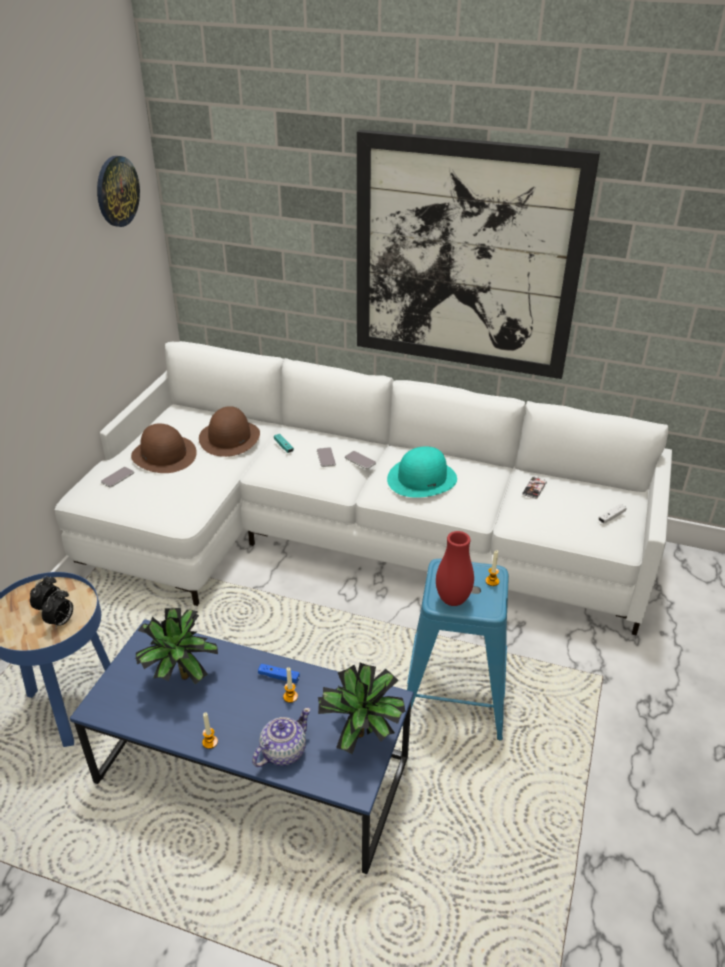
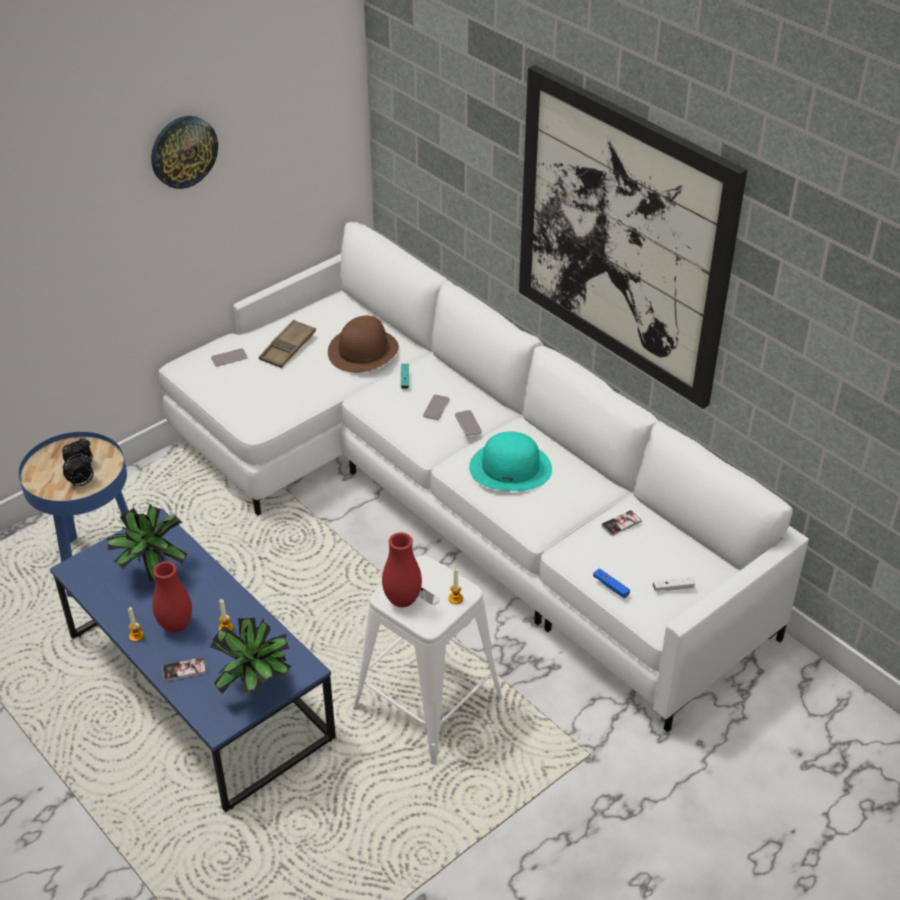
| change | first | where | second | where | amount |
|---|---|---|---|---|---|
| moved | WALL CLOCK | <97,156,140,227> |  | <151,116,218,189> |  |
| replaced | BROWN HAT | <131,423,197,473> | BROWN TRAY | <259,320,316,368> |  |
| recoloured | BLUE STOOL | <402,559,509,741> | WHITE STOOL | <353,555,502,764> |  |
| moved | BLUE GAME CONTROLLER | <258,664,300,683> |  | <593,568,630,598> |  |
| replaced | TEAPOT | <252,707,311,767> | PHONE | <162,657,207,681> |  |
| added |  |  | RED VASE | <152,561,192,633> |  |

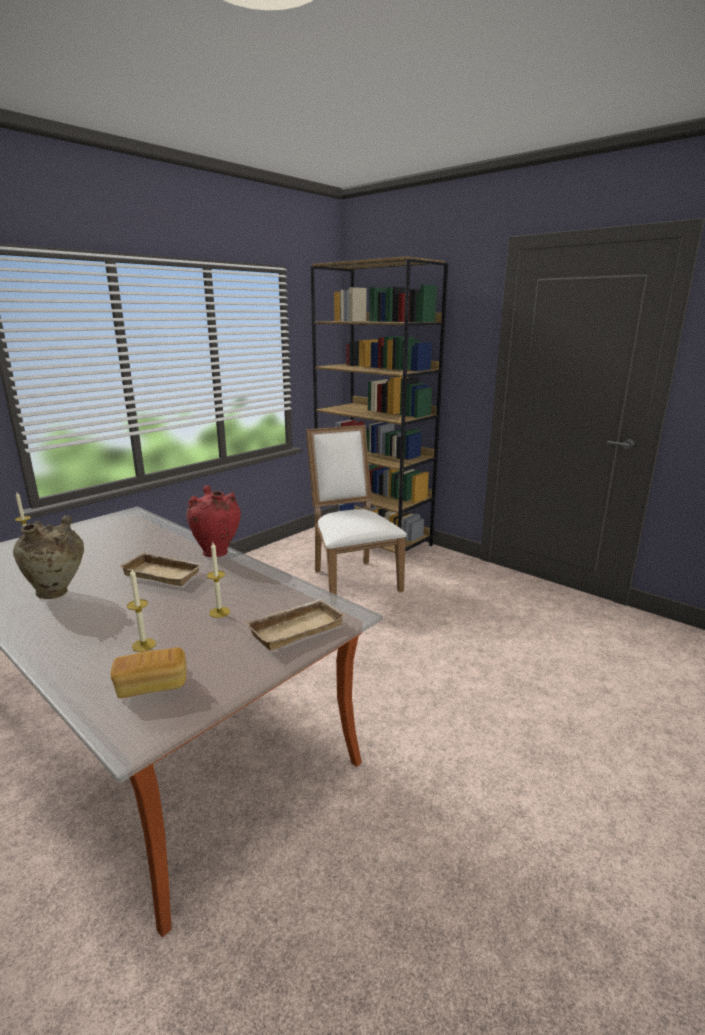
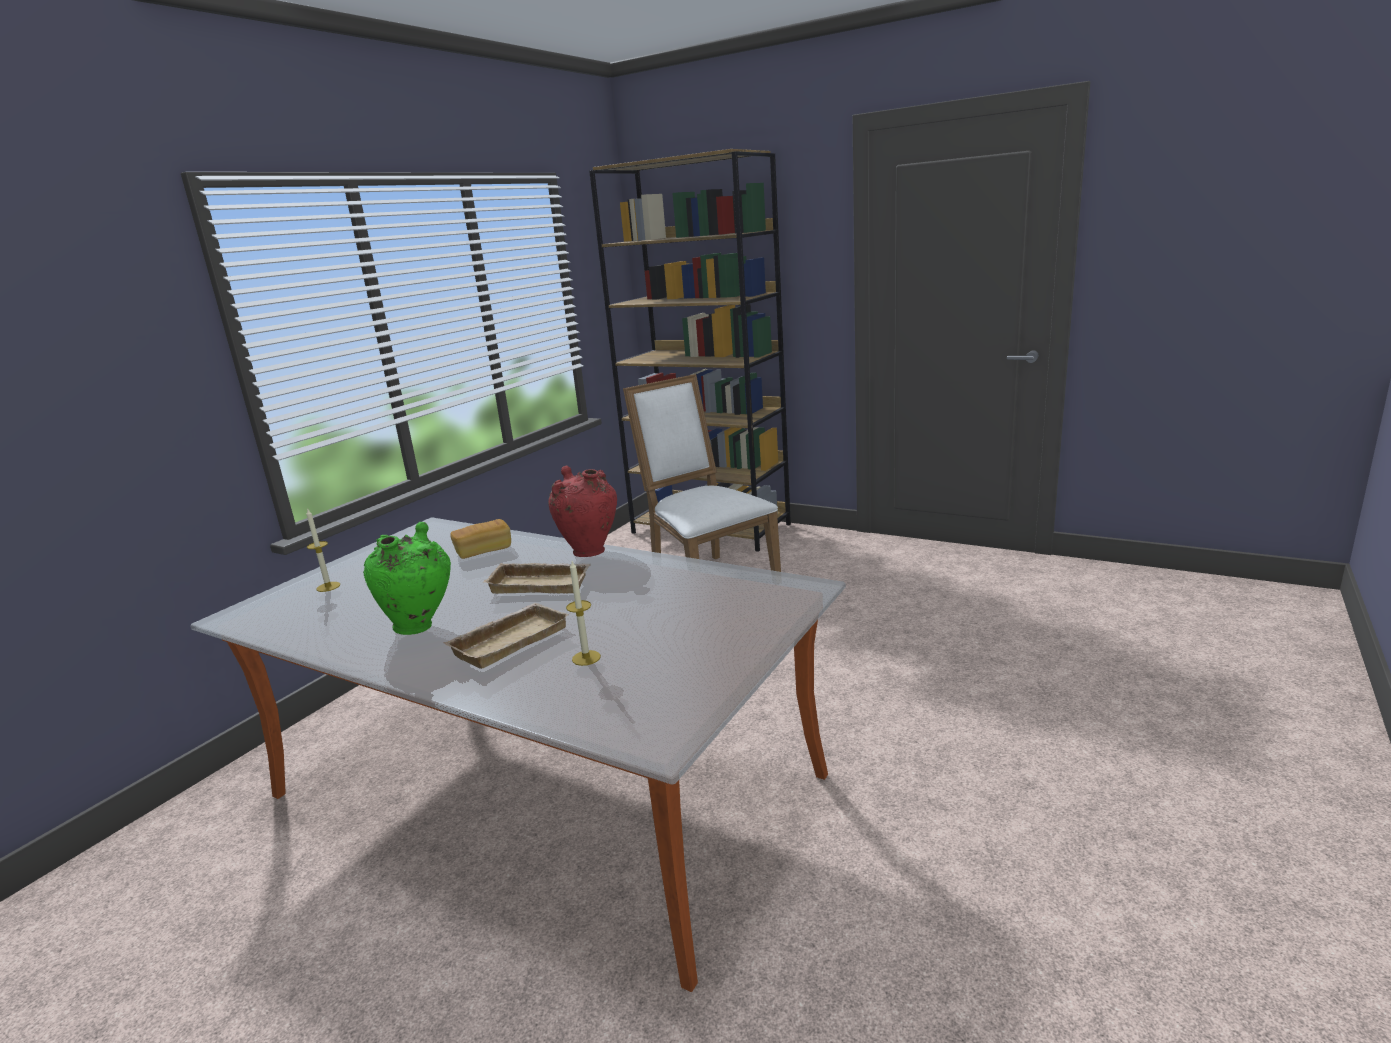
| change | first | where | second | where | amount |
|---|---|---|---|---|---|
| recoloured | BEIGE VASE | <13,515,84,599> | GREEN VASE | <363,522,451,635> |  |
| removed | CANDLE | <207,542,230,618> |  |  |  |
| moved | BEIGE TRAY | <244,599,346,651> |  | <444,603,568,669> |  |
| moved | BREAD | <111,647,186,698> |  | <450,519,511,559> |  |

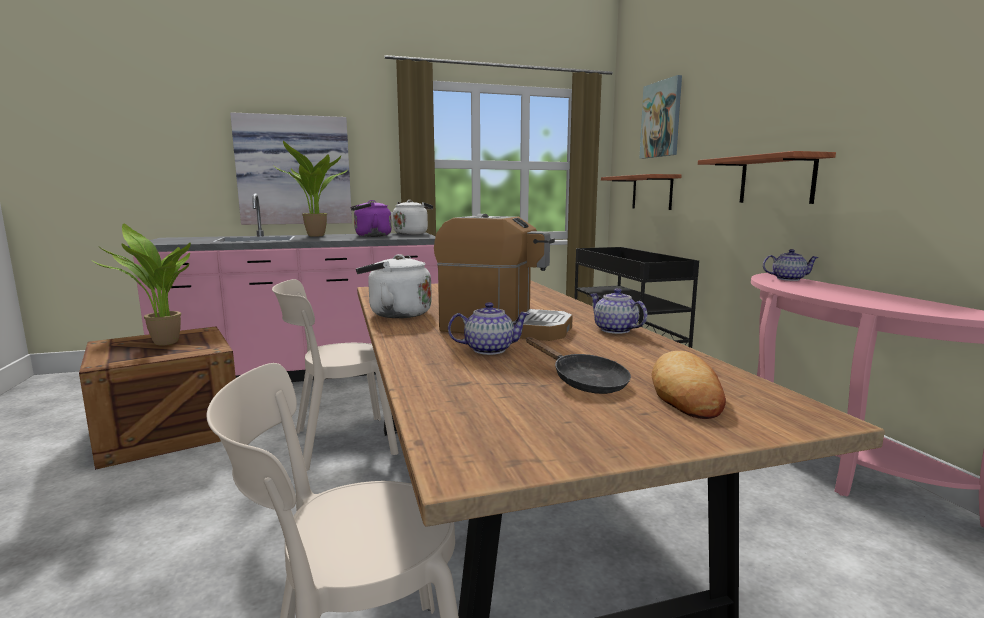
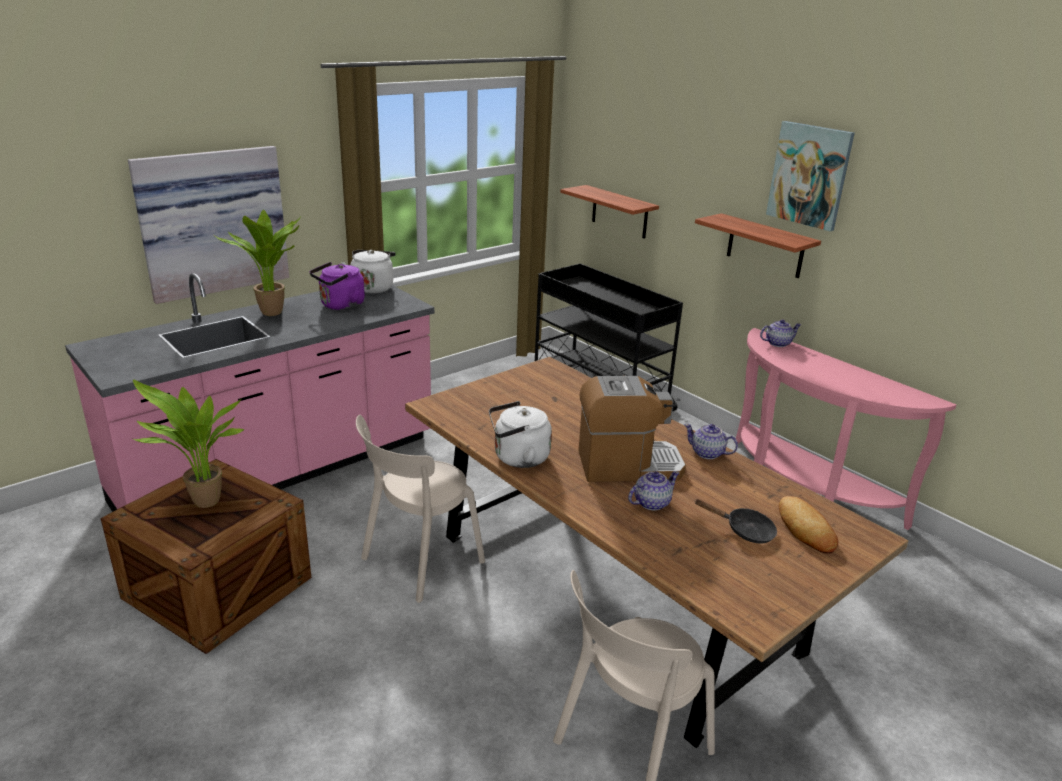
| change | first | where | second | where | amount |
|---|---|---|---|---|---|
| moved | PICTURE | <639,75,682,159> |  | <766,121,855,231> |  |

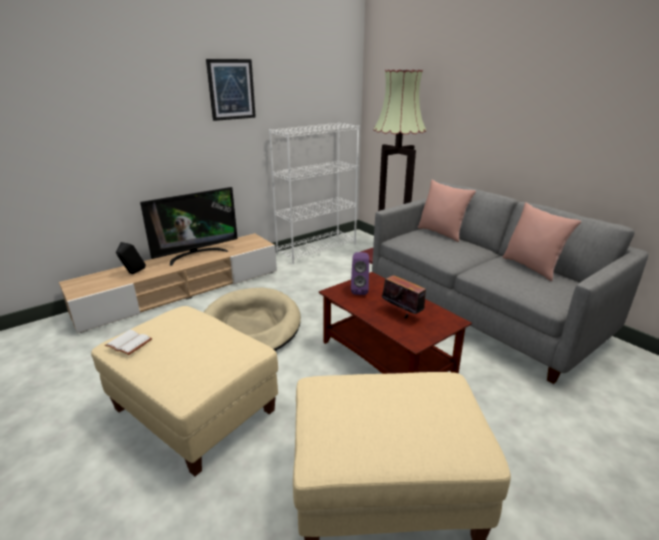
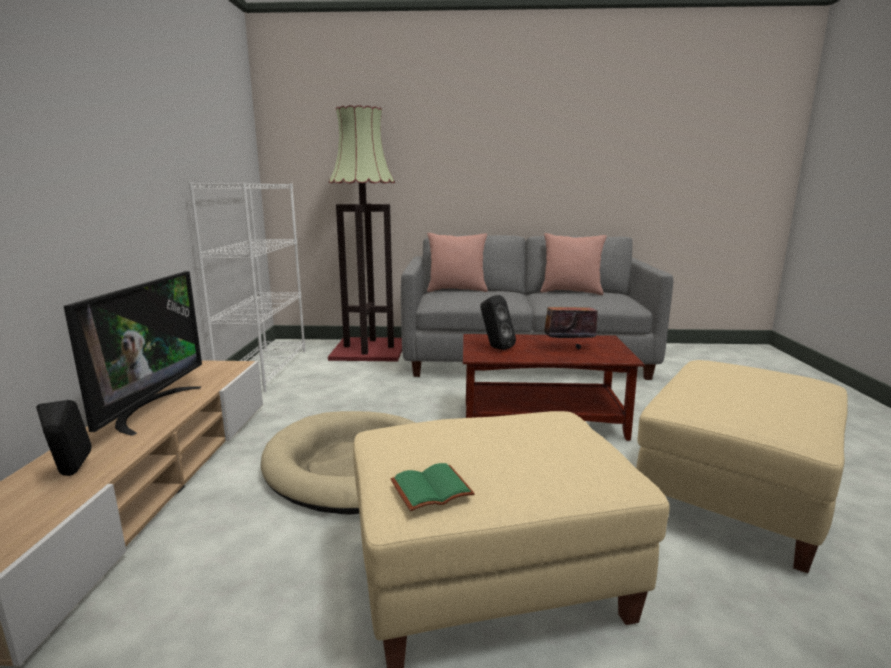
| change | first | where | second | where | amount |
|---|---|---|---|---|---|
| removed | PICTURE | <206,59,256,121> |  |  |  |
| recoloured | PURPLE SPEAKER | <351,252,369,295> | BLACK SPEAKER | <480,295,516,350> |  |
| recoloured | WHITE BOOK | <105,330,152,355> | GREEN BOOK | <391,463,475,511> |  |

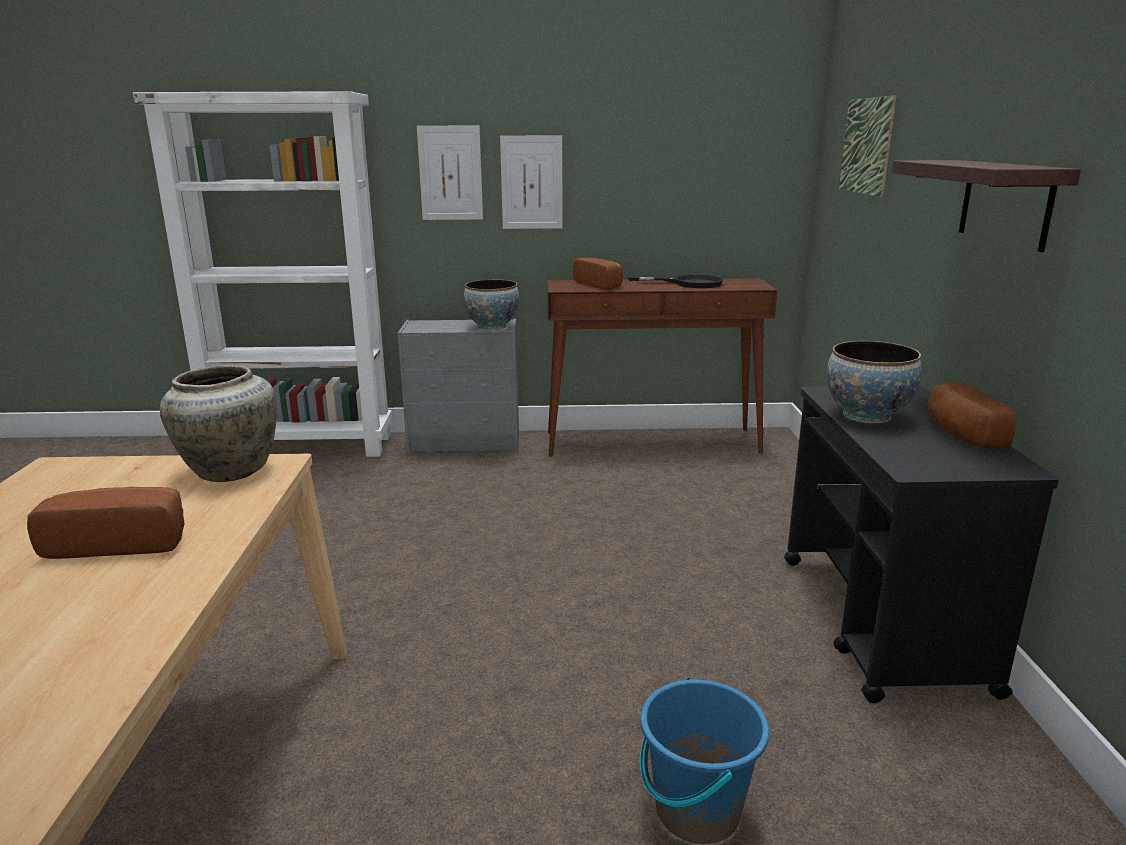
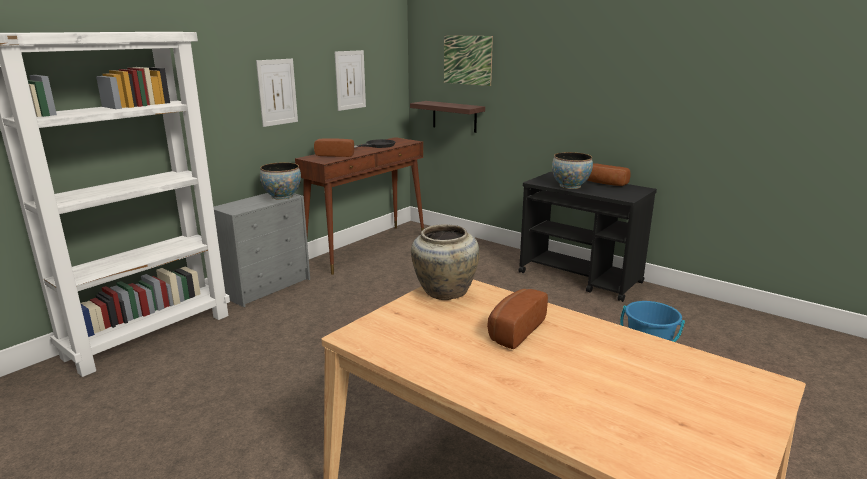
| change | first | where | second | where | amount |
|---|---|---|---|---|---|
| moved | PICTURE | <417,126,483,220> |  | <335,50,366,111> |  |
| moved | SHELF | <892,160,1081,252> |  | <410,101,485,133> |  |

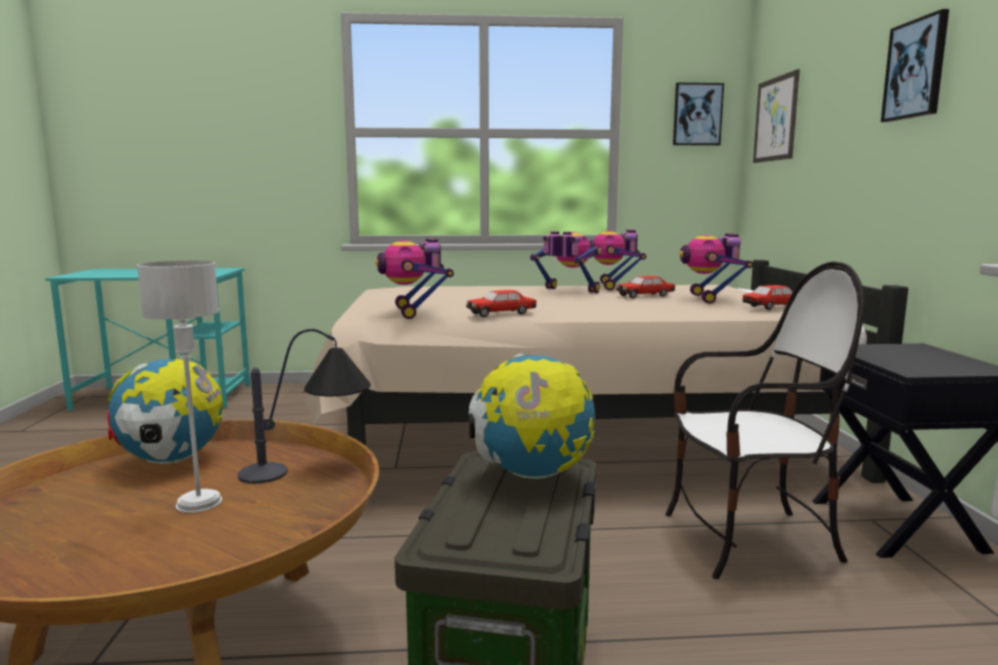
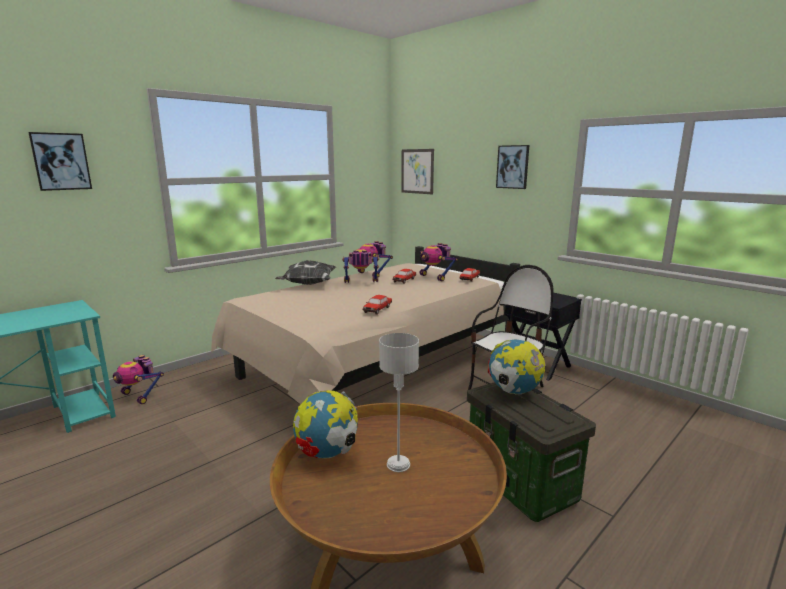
| change | first | where | second | where | amount |
|---|---|---|---|---|---|
| moved | PICTURE | <673,83,724,146> |  | <28,132,92,191> |  |
| moved | TOY ROBOT | <375,238,454,319> |  | <113,355,164,404> |  |
| removed | TABLE LAMP | <238,329,371,484> |  |  |  |
| added |  |  | PILLOW | <275,260,336,285> |  |

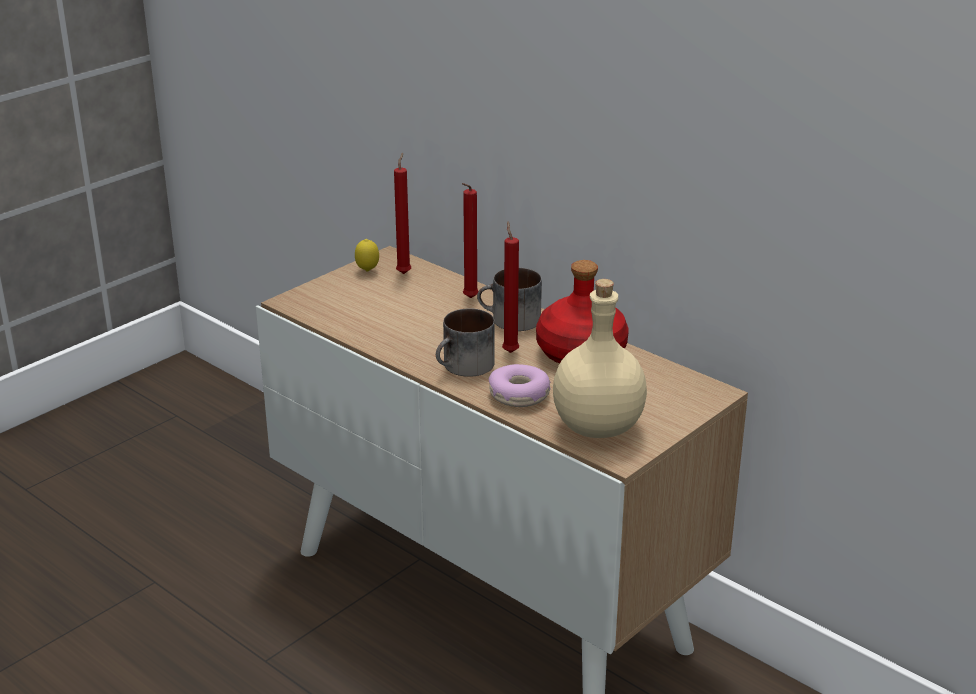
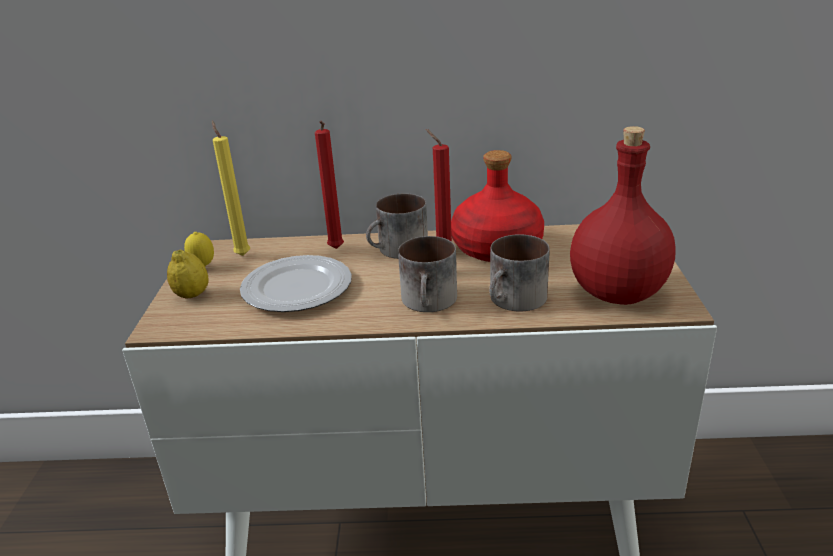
| change | first | where | second | where | amount |
|---|---|---|---|---|---|
| recoloured | RED CANDLE | <394,153,411,274> | YELLOW CANDLE | <212,121,250,256> |  |
| recoloured | BEIGE BOTTLE | <553,279,647,438> | RED BOTTLE | <570,126,676,305> |  |
| replaced | DONUT | <489,364,551,407> | MUG | <489,234,550,311> |  |
| added |  |  | LEMON | <167,250,209,298> |  |
| added |  |  | PLATE | <240,255,352,312> |  |

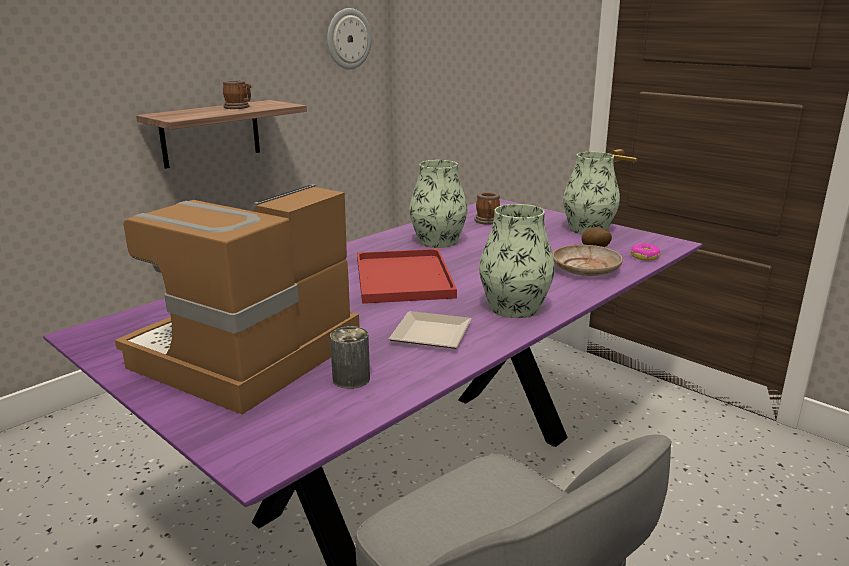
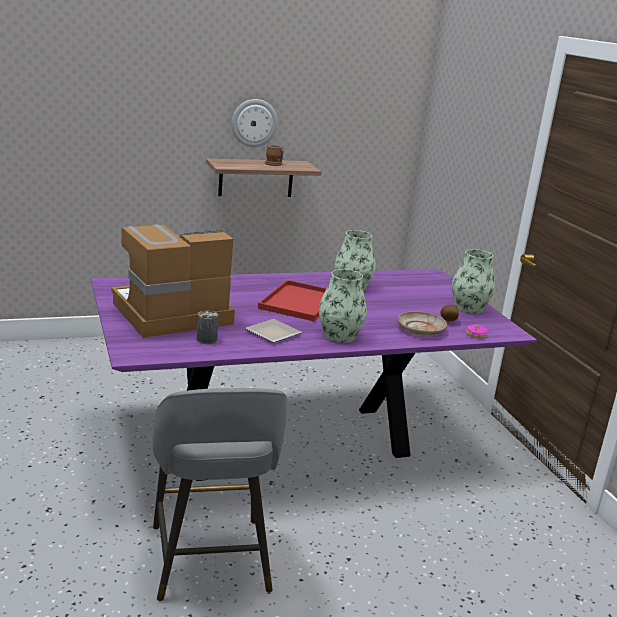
| change | first | where | second | where | amount |
|---|---|---|---|---|---|
| moved | WALL CLOCK | <327,8,372,69> |  | <231,99,278,147> |  |
| removed | MUG | <474,192,500,225> |  |  |  |

